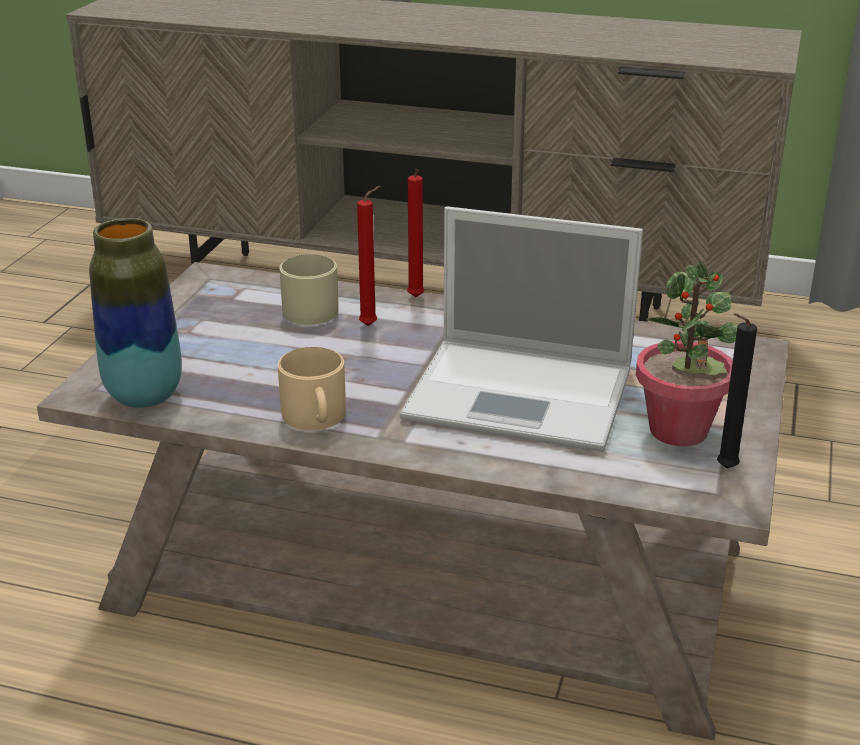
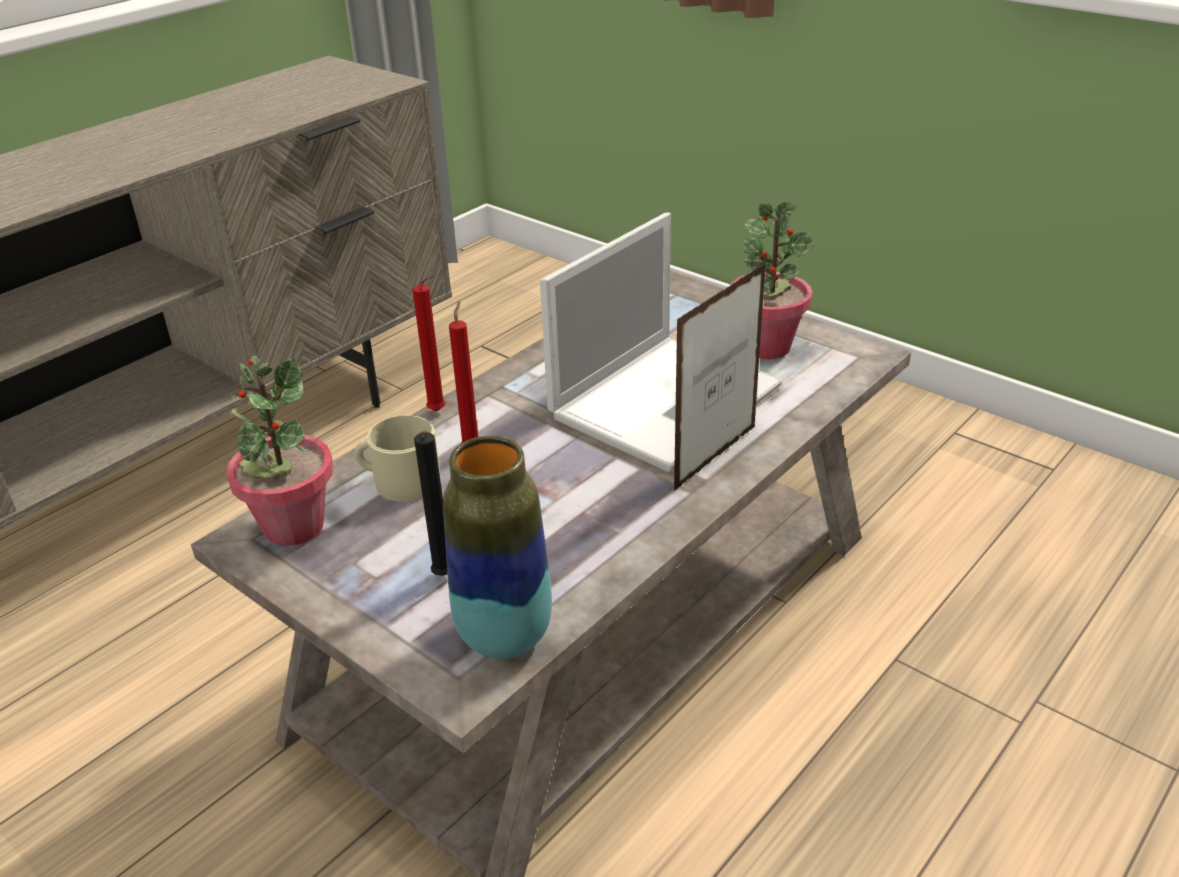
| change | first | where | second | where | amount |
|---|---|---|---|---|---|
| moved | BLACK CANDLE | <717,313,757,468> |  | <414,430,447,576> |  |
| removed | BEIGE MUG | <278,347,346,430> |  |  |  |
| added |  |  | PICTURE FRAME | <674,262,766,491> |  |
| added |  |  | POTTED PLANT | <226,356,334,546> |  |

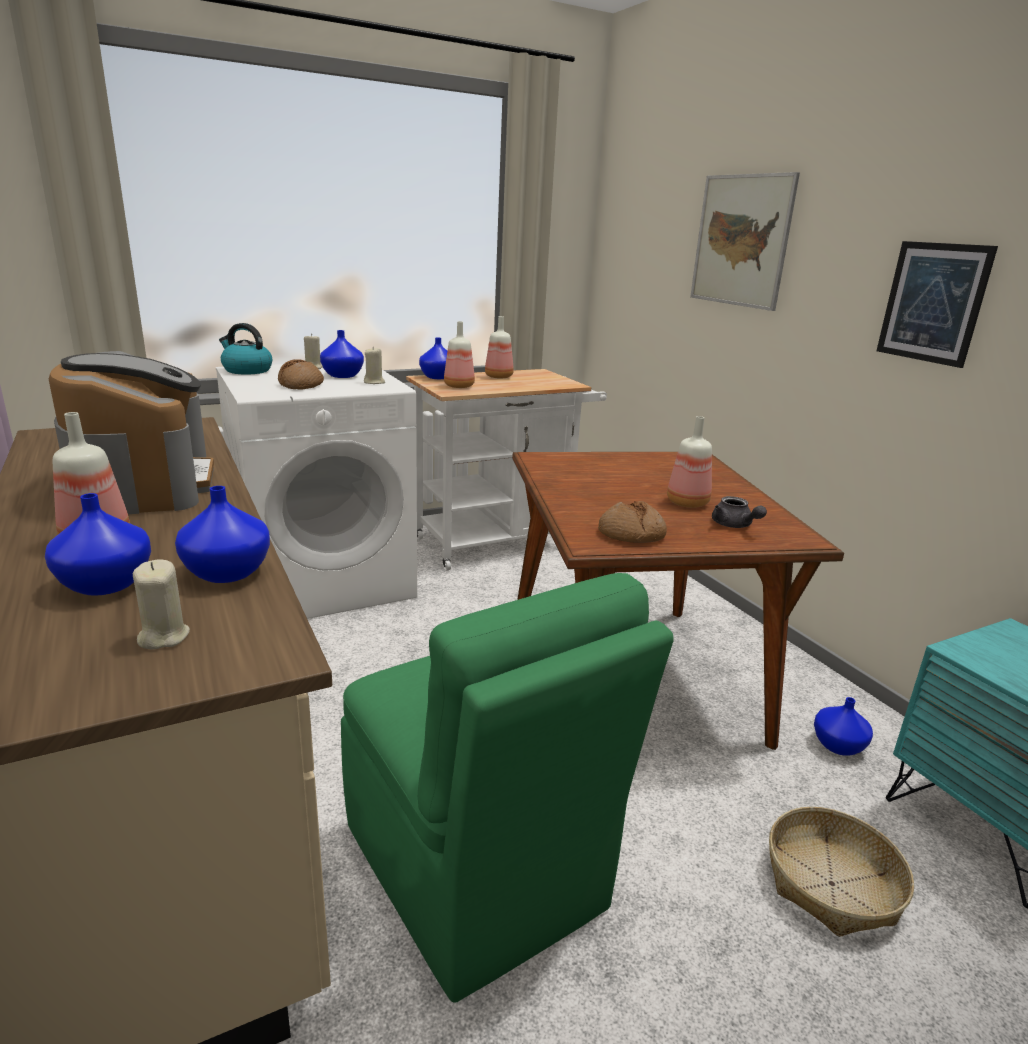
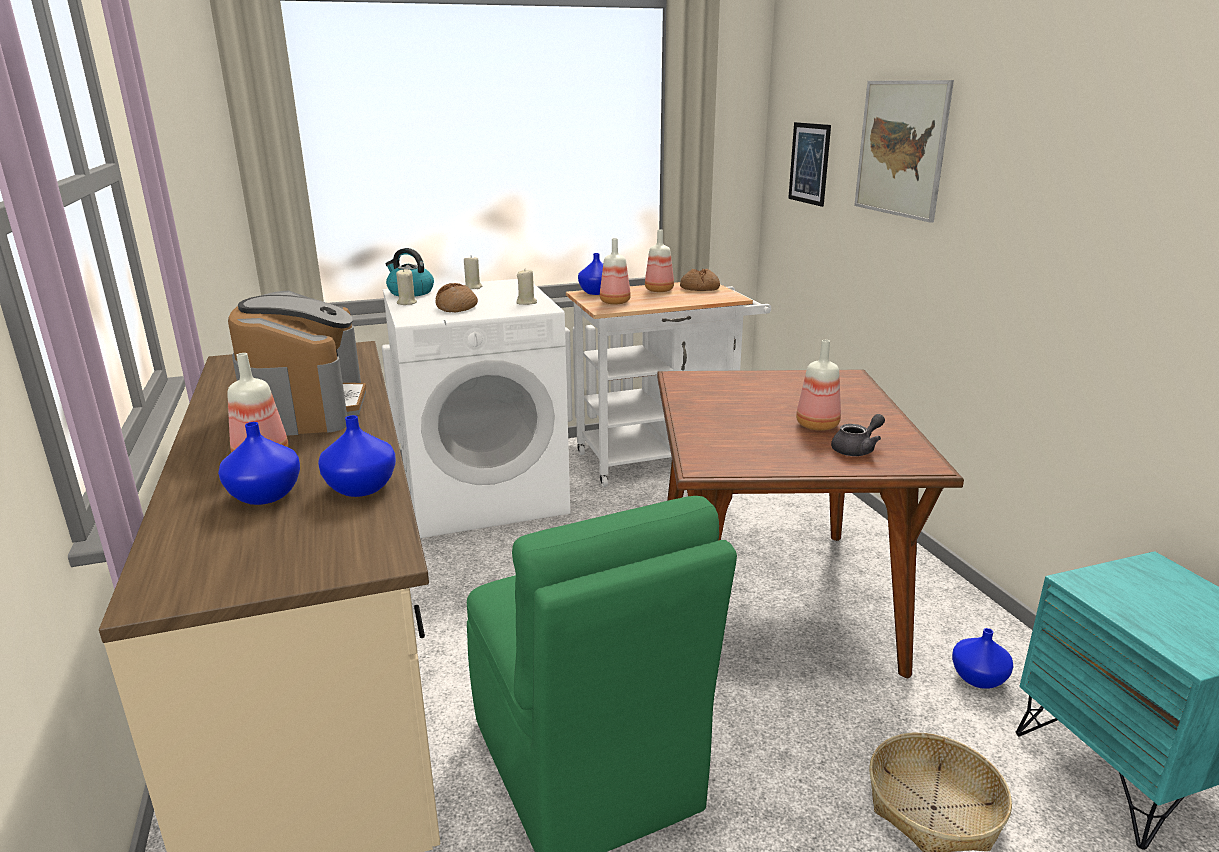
| change | first | where | second | where | amount |
|---|---|---|---|---|---|
| moved | PICTURE | <876,241,998,368> |  | <788,122,831,207> |  |
| removed | BLUE VASE | <320,330,364,378> |  |  |  |
| turned | GREY TEAPOT | <712,496,767,528> |  | <831,414,885,456> | 105 degrees counterclockwise |
| moved | BREAD | <598,501,667,543> |  | <680,269,720,291> |  |
| moved | BEIGE CANDLE | <133,559,190,650> |  | <396,269,417,305> |  |

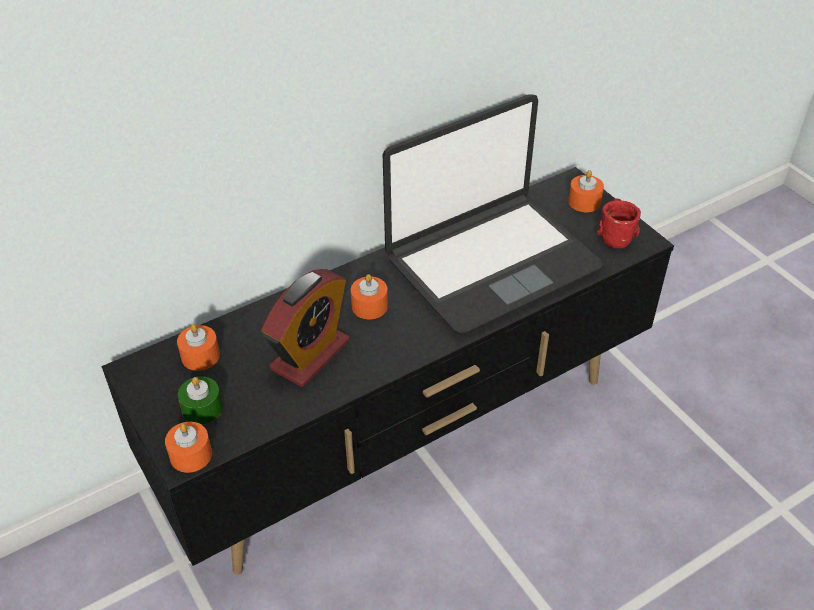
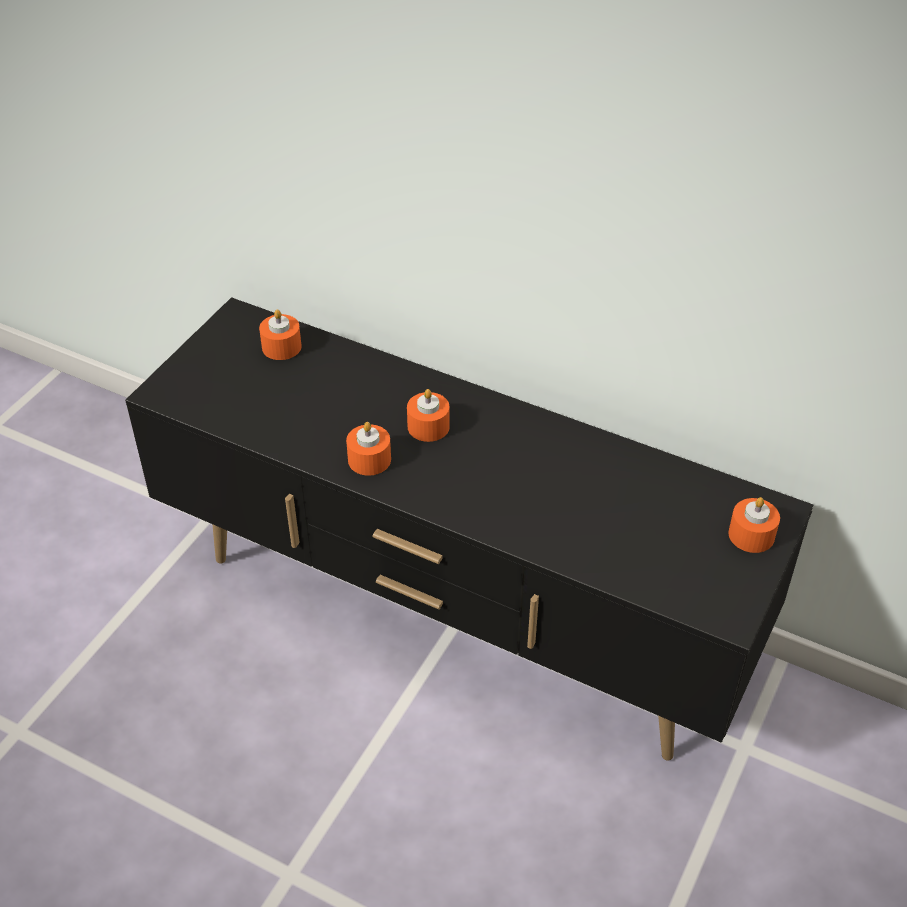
| change | first | where | second | where | amount |
|---|---|---|---|---|---|
| removed | LAPTOP | <383,94,603,335> |  |  |  |
| removed | RED MUG | <597,198,641,249> |  |  |  |
| removed | ALARM CLOCK | <261,269,349,387> |  |  |  |
| removed | GREEN CANDLE | <178,376,223,425> |  |  |  |
| moved | ORANGE CANDLE | <165,422,212,473> |  | <346,422,391,476> |  |

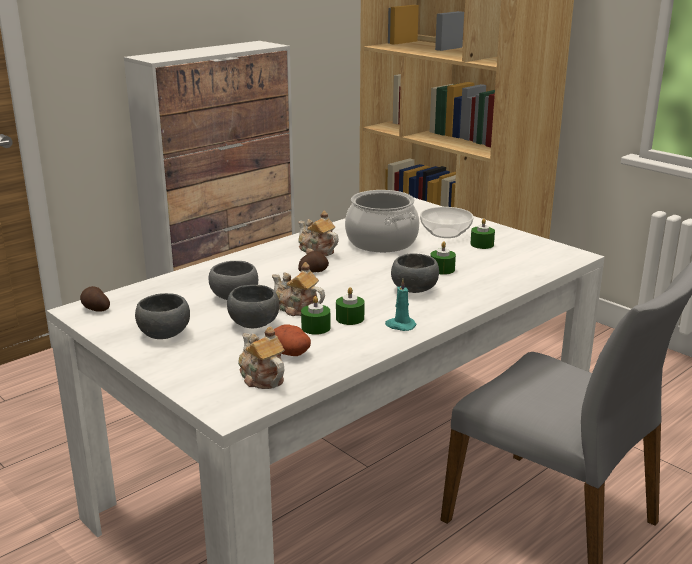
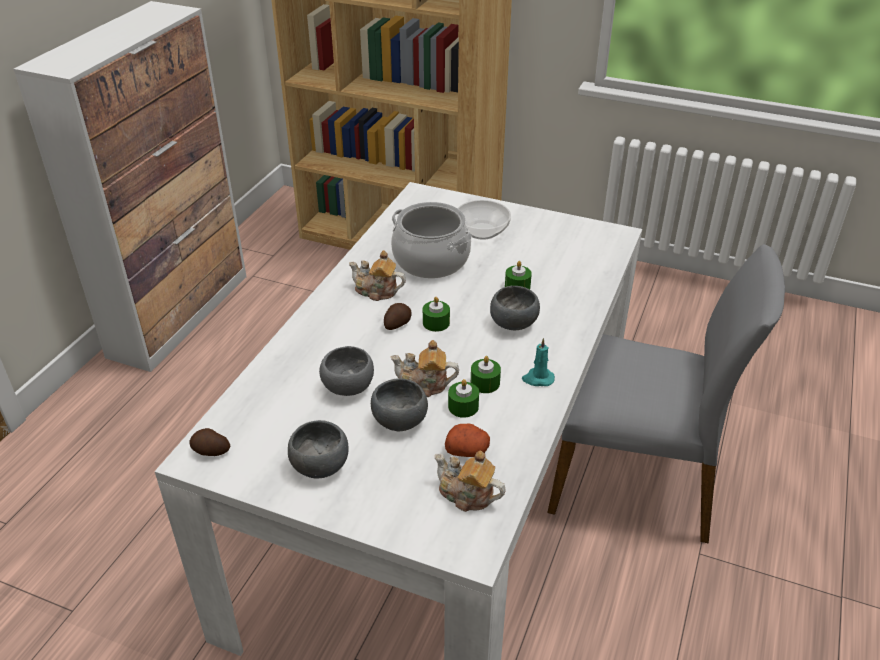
| change | first | where | second | where | amount |
|---|---|---|---|---|---|
| moved | GREEN CANDLE | <470,218,495,249> |  | <423,297,450,332> |  |

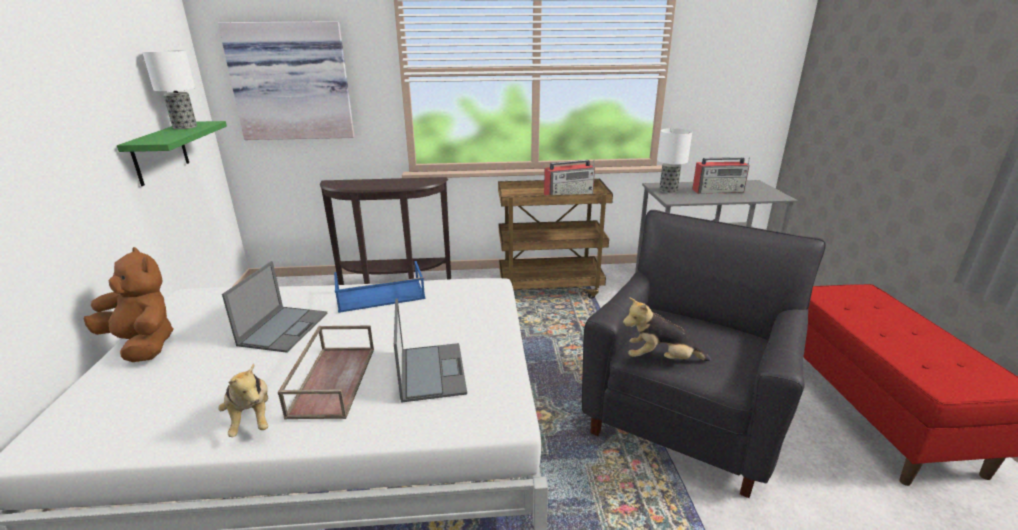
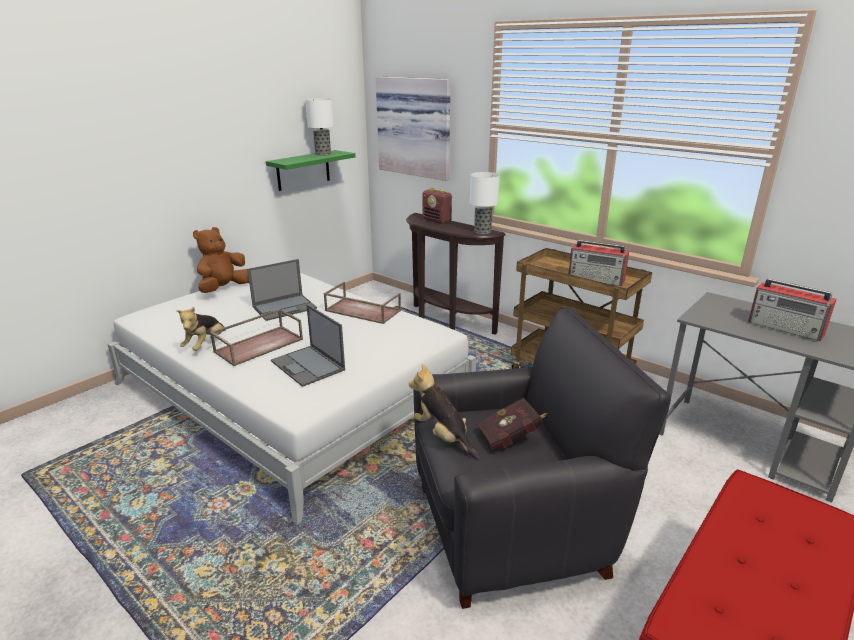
| change | first | where | second | where | amount |
|---|---|---|---|---|---|
| moved | TABLE LAMP | <657,128,692,193> |  | <470,172,500,234> |  |
| turned | BROWN PLUSH TOY | <84,247,174,362> |  | <193,227,249,293> | 135 degrees counterclockwise |
| recoloured | BLUE TRAY | <334,261,425,313> | BROWN TRAY | <323,282,401,324> |  |
| turned | LAPTOP | <394,299,467,403> |  | <271,304,345,387> | 105 degrees clockwise |
| added |  |  | RADIO | <422,188,452,224> |  |
| added |  |  | RED BOOK | <476,397,547,452> |  |

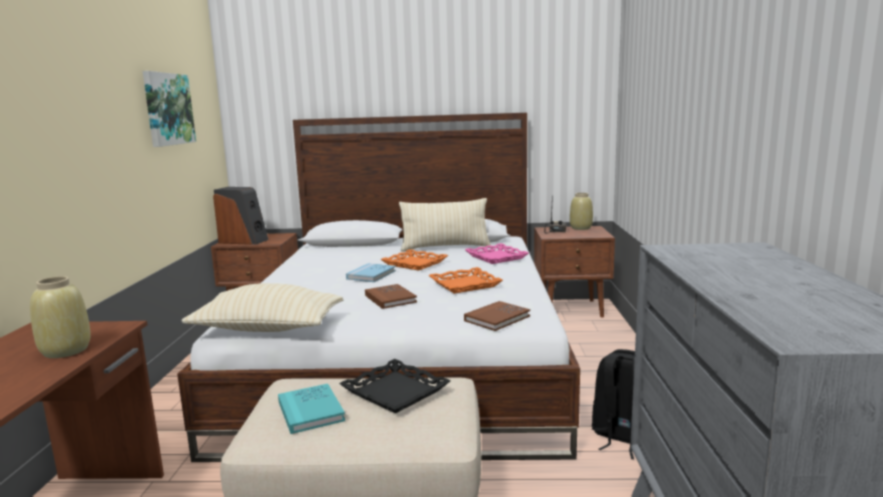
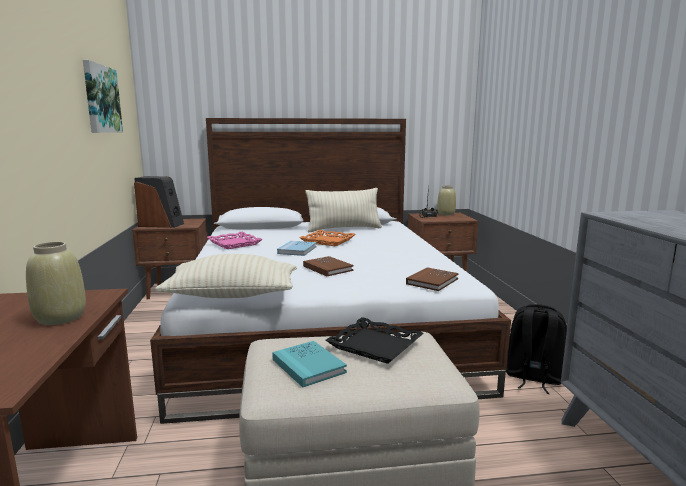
| change | first | where | second | where | amount |
|---|---|---|---|---|---|
| moved | PINK TRAY | <465,243,529,264> |  | <207,231,263,249> |  |
| removed | ORANGE TRAY | <429,267,503,294> |  |  |  |

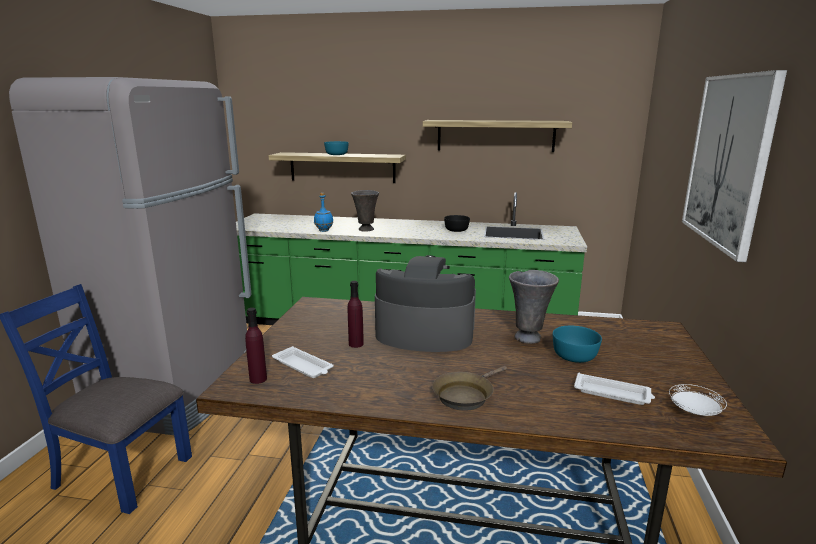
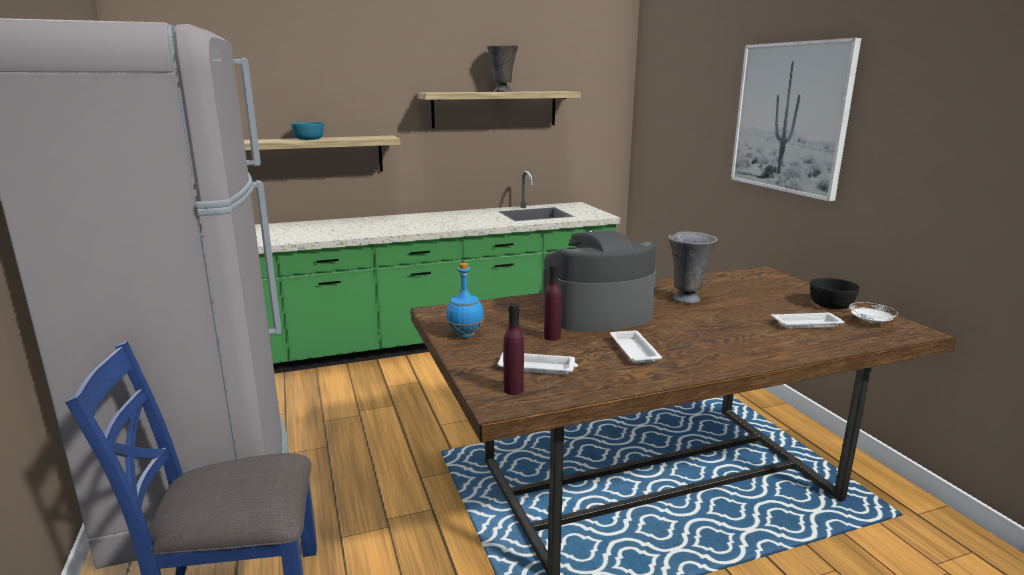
| change | first | where | second | where | amount |
|---|---|---|---|---|---|
| moved | GREY VASE | <351,190,379,232> |  | <487,45,518,92> |  |
| moved | BLUE BOTTLE | <314,193,333,232> |  | <446,263,484,338> |  |
| moved | BLACK BOWL | <444,215,470,232> |  | <810,278,860,309> |  |
| removed | TURQUOISE BOWL | <553,326,602,363> |  |  |  |
| removed | BROWN FRYING PAN | <432,366,507,411> |  |  |  |
| added |  |  | WHITE TRAY | <610,331,662,363> |  |

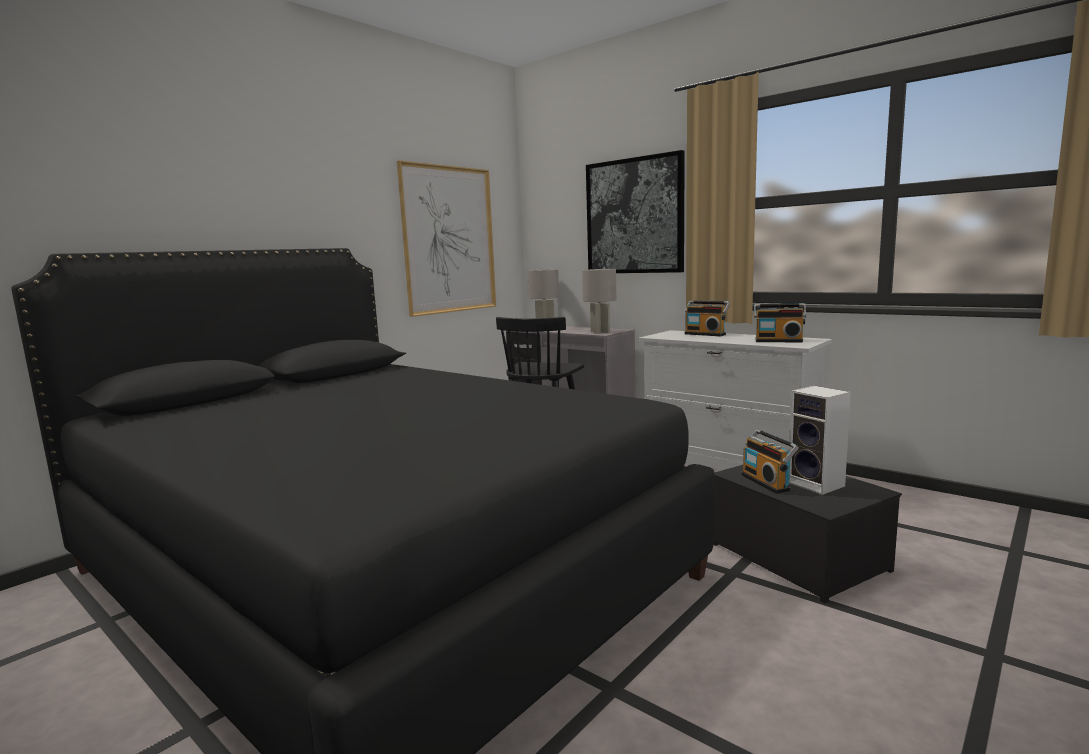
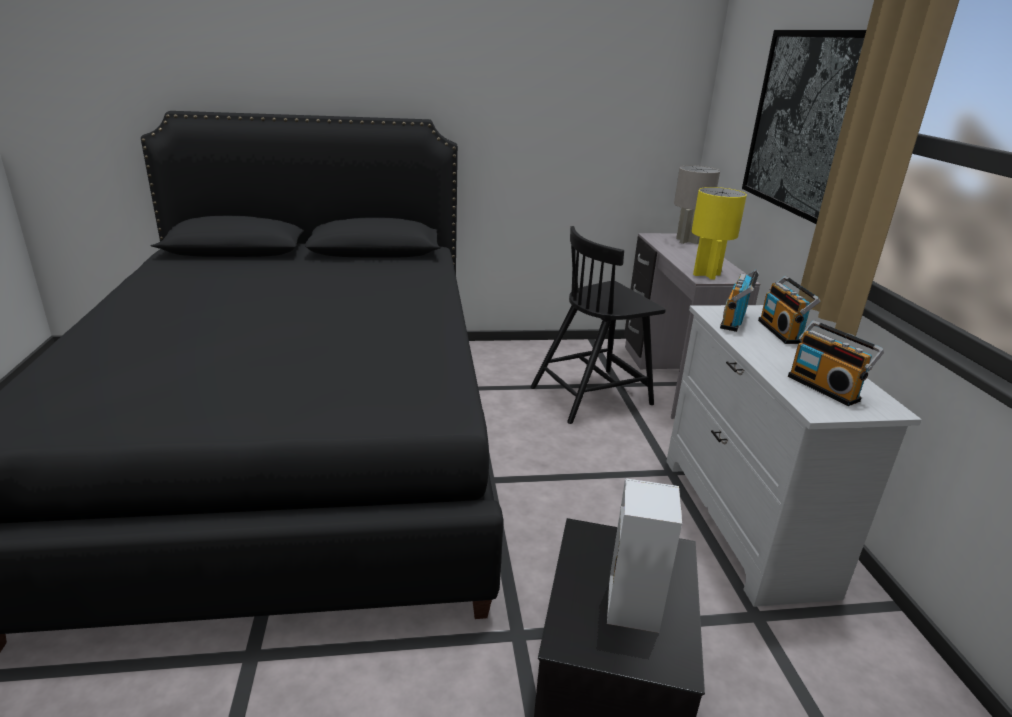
| change | first | where | second | where | amount |
|---|---|---|---|---|---|
| removed | PICTURE | <397,160,496,317> |  |  |  |
| recoloured | GREY TABLE LAMP | <582,269,616,334> | YELLOW TABLE LAMP | <692,187,747,280> |  |
| moved | RADIO | <741,429,799,494> |  | <720,269,759,332> |  |

